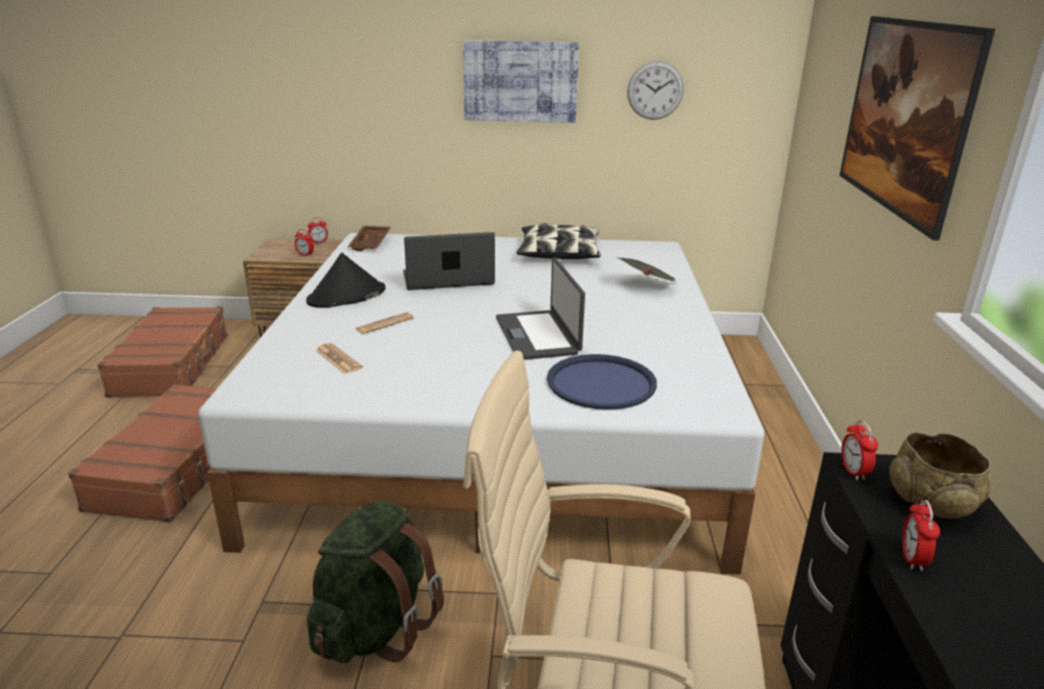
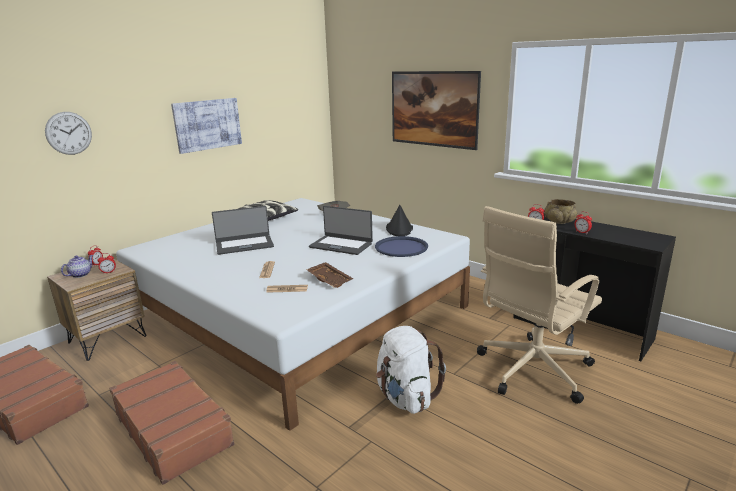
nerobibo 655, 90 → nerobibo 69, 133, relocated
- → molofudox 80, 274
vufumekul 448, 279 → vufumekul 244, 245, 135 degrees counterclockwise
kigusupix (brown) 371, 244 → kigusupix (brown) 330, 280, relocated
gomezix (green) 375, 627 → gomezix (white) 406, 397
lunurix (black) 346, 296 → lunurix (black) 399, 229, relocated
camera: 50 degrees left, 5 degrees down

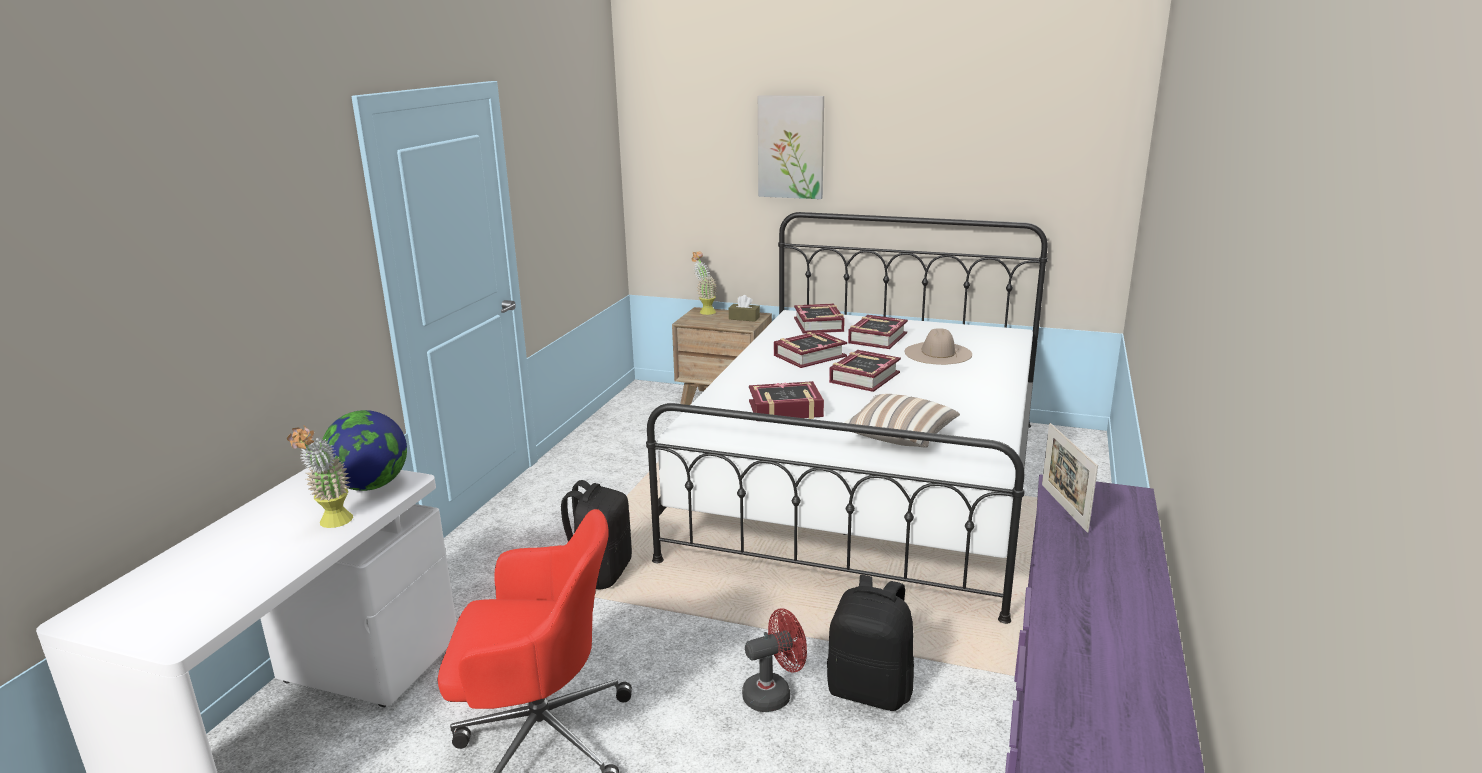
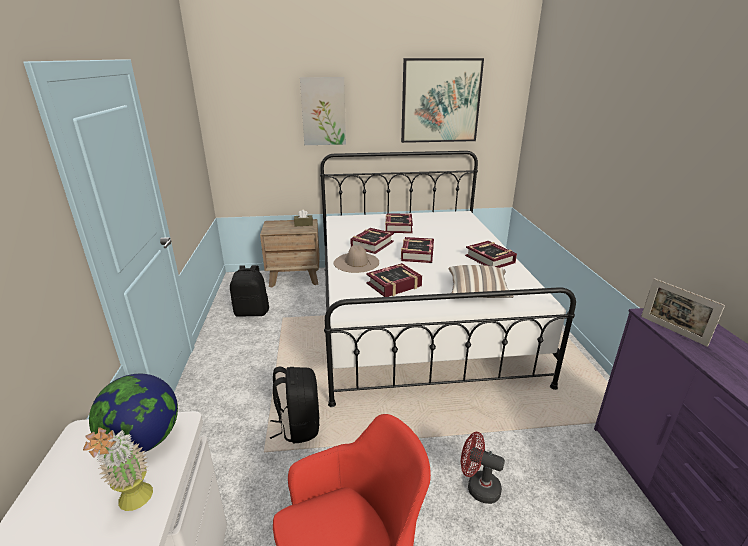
gomezix (black) 870, 690 → gomezix (black) 252, 312, relocated
lunurix (beige) 938, 353 → lunurix (beige) 356, 262, relocated
- → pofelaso 440, 101
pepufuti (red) 774, 694 → pepufuti (red) 478, 487, 105 degrees counterclockwise
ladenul 819, 325 → ladenul 490, 259, relocated
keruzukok 704, 311 → -
camera: 25 degrees left, 5 degrees up

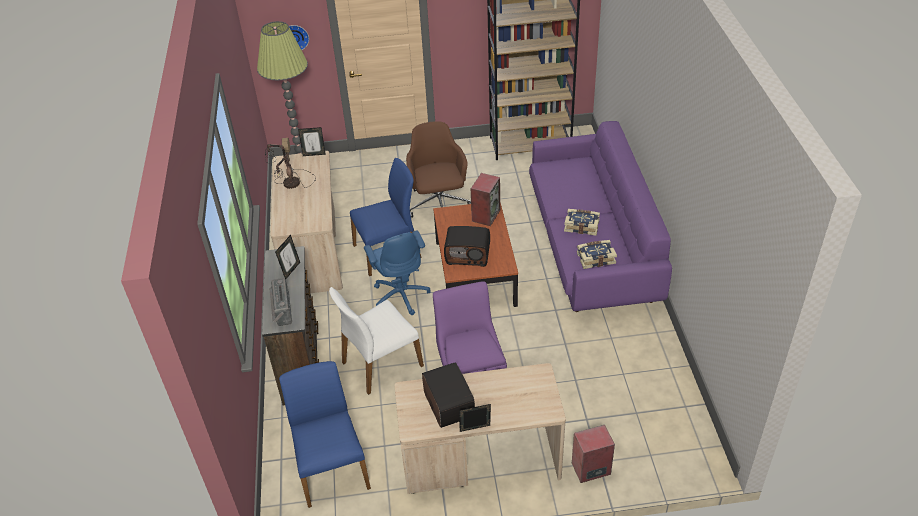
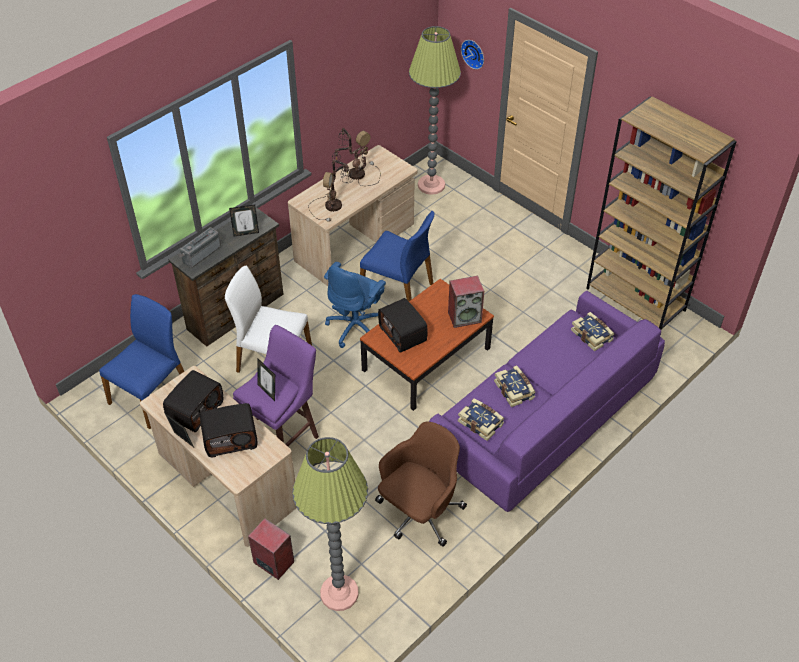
- → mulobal 230, 438
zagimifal 314, 154 → zagimifal 268, 391, relocated
- → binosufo 339, 593
- → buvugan 334, 205
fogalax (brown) 438, 204 → fogalax (brown) 419, 513, relocated
- → ladenul 592, 335
camera: 50 degrees right, 5 degrees up

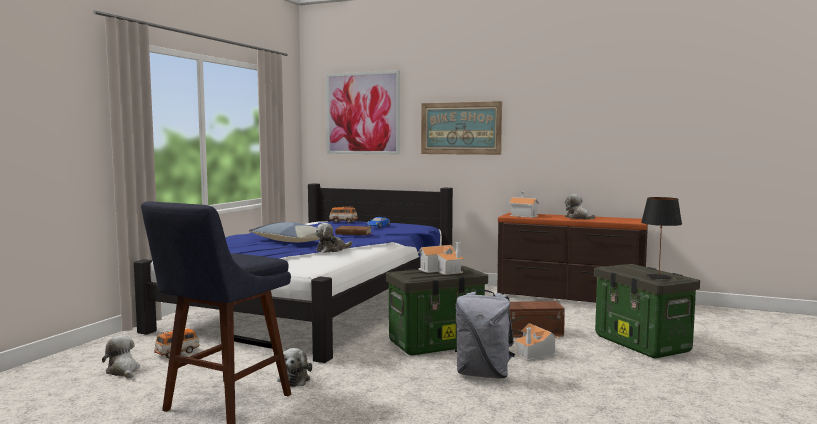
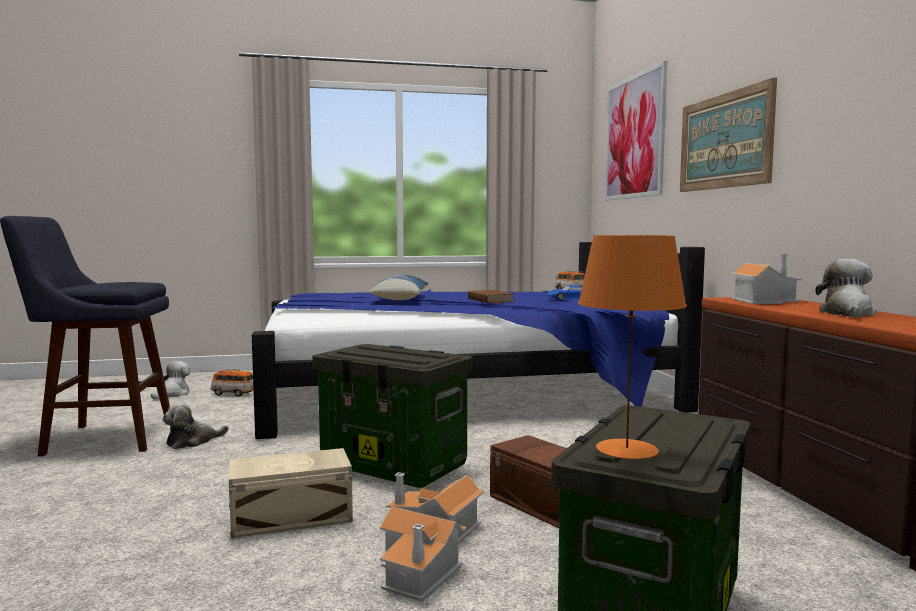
gomezix (grey) 484, 374 → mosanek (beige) 293, 518
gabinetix 442, 270 → gabinetix 420, 573, relocated
buvugan (black) 659, 277 → buvugan (orange) 626, 449
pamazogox 332, 250 → -
camera: 55 degrees right, 0 degrees up

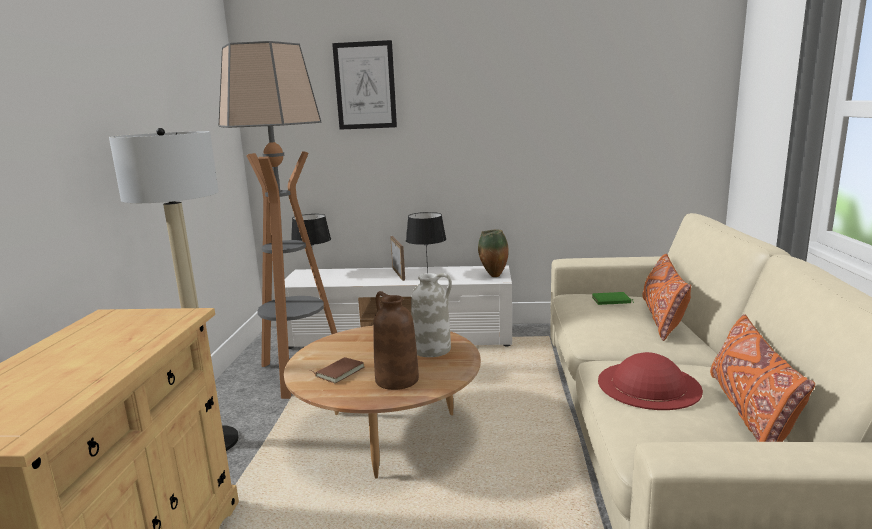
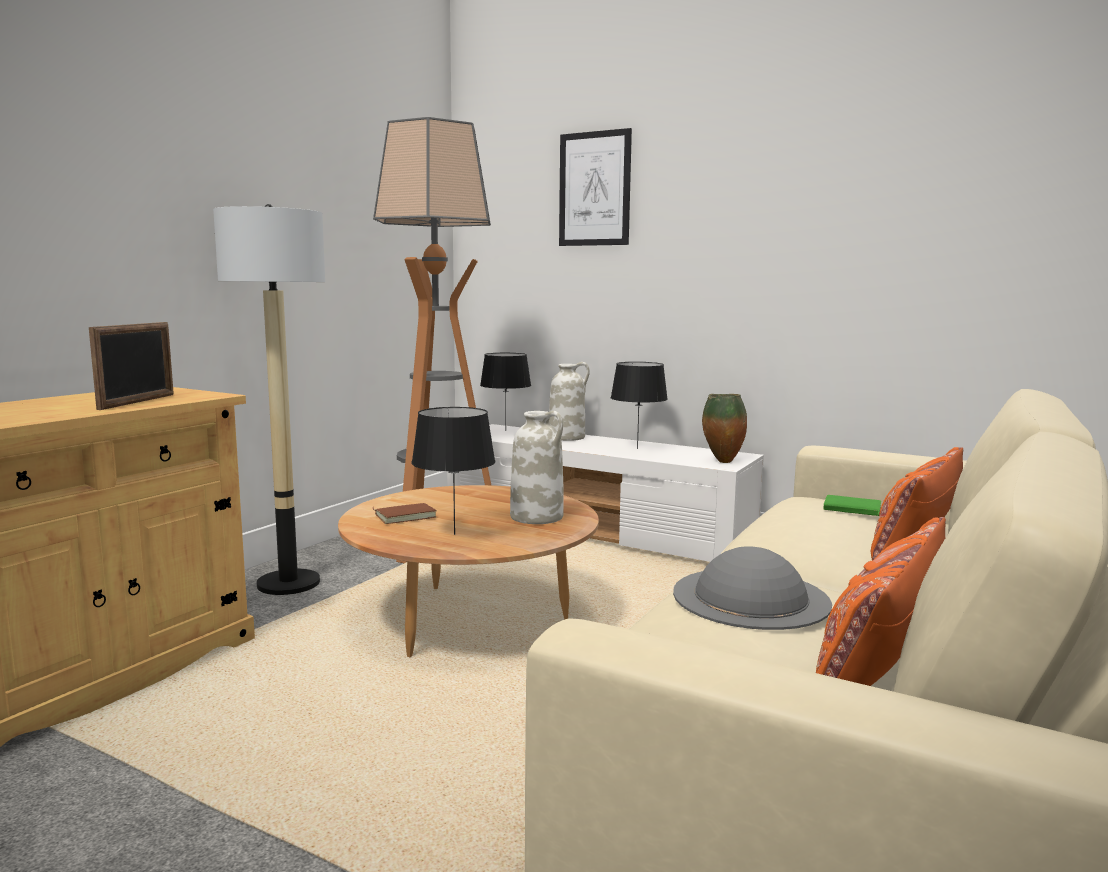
zagimifal 398, 274 → zagimifal 138, 402, relocated
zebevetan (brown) 396, 379 → buvugan (black) 453, 534
- → zebevetan (white) 567, 437
lunurix (red) 648, 385 → lunurix (grey) 750, 597
camera: 25 degrees right, 5 degrees down

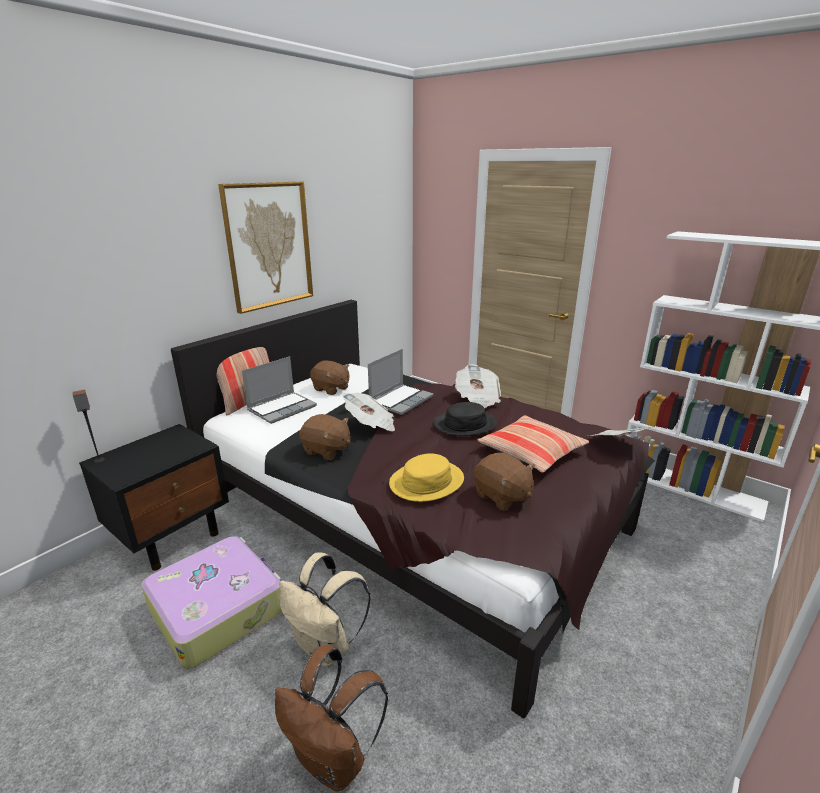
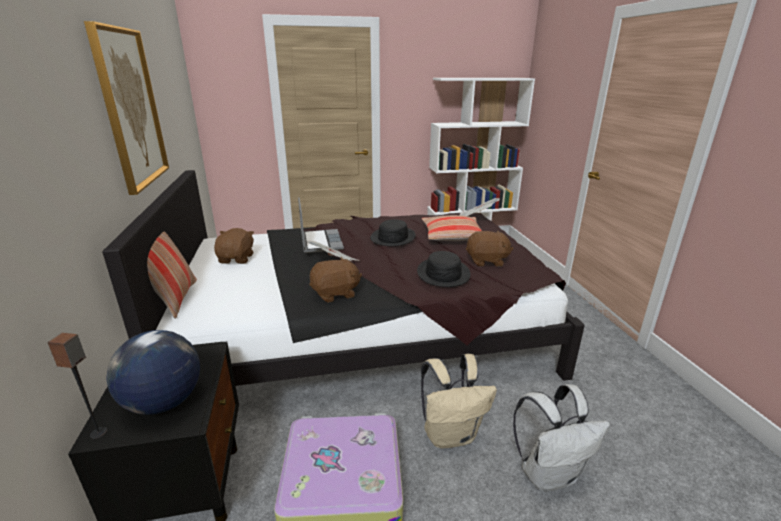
- → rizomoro 163, 402
pamazogox (brown) 331, 389 → pamazogox (brown) 237, 259, 75 degrees counterclockwise
lunurix (yellow) 426, 481 → lunurix (black) 443, 273
gomezix (brown) 334, 759 → gomezix (white) 549, 473
vufumekul 282, 408 → -
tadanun 477, 399 → -
camera: 50 degrees left, 0 degrees up

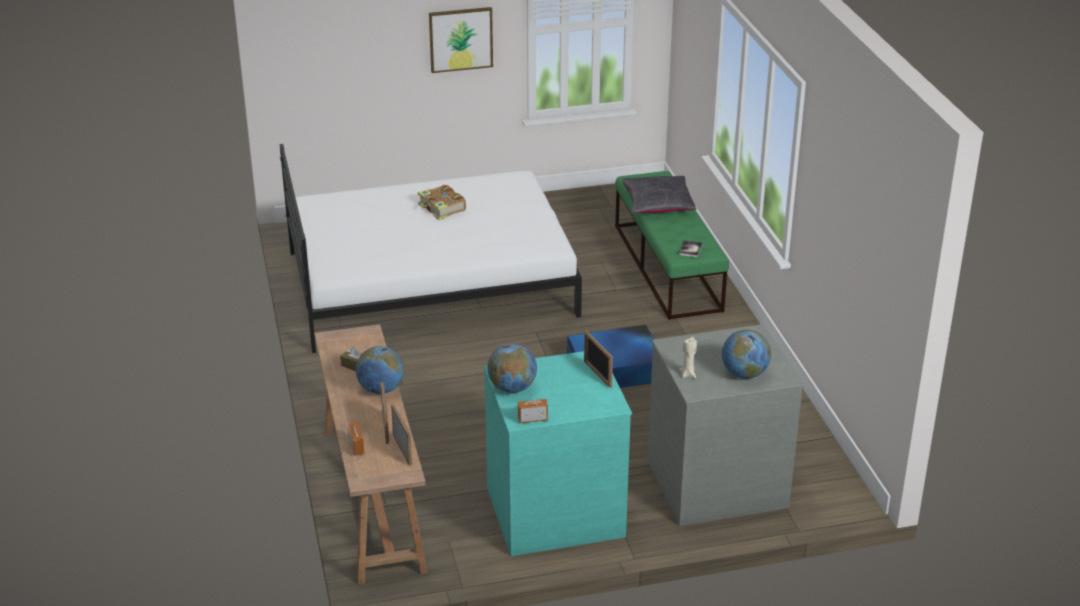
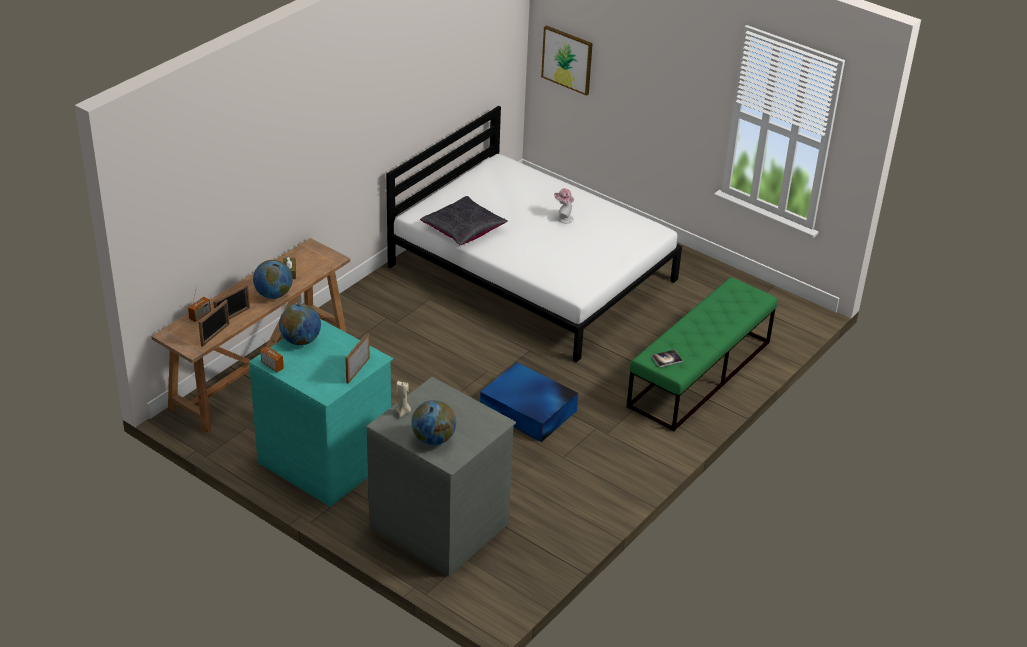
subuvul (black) 658, 204 → subuvul (black) 463, 229, relocated
pofelaso 461, 39 → pofelaso 567, 59, relocated
ladenul 441, 208 → lunurix 563, 218
camera: 50 degrees right, 5 degrees up

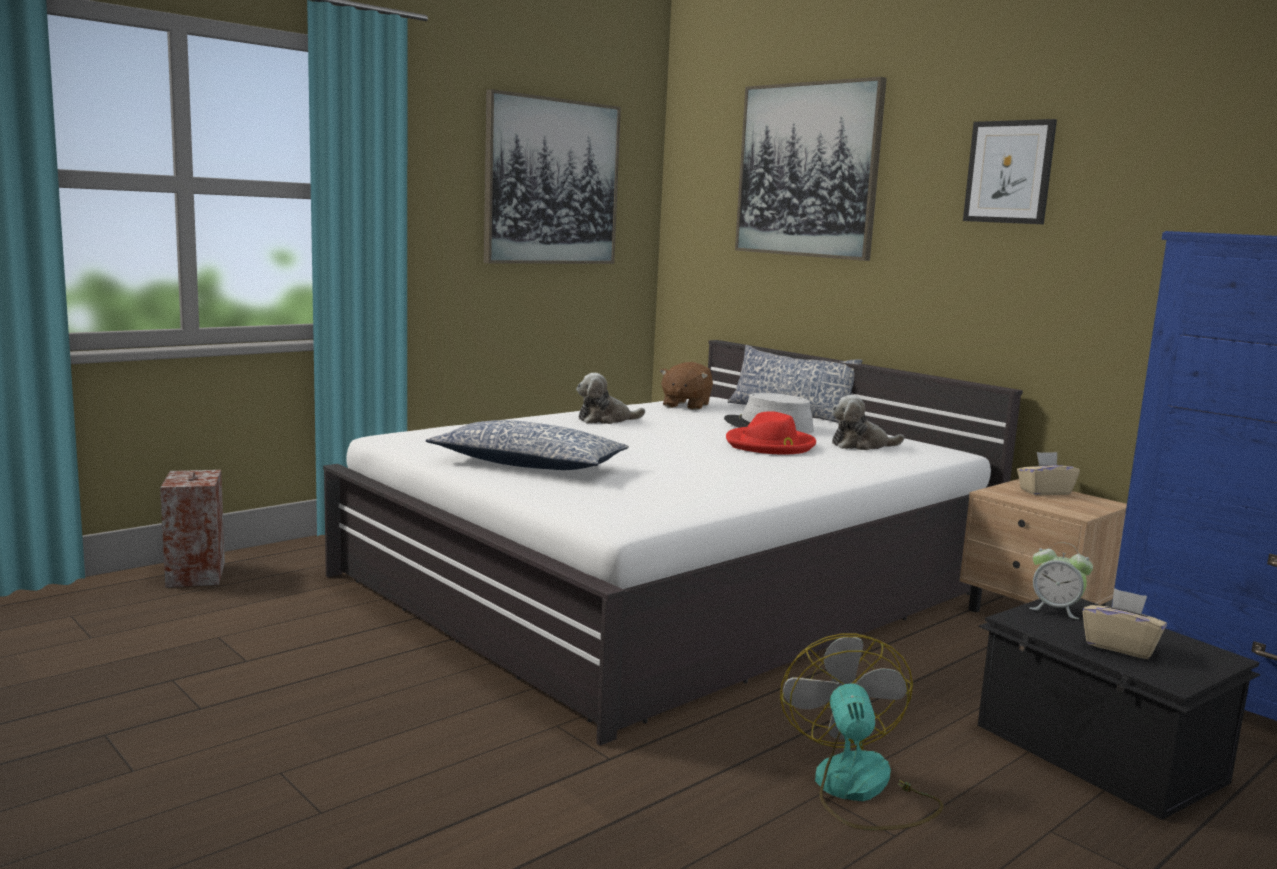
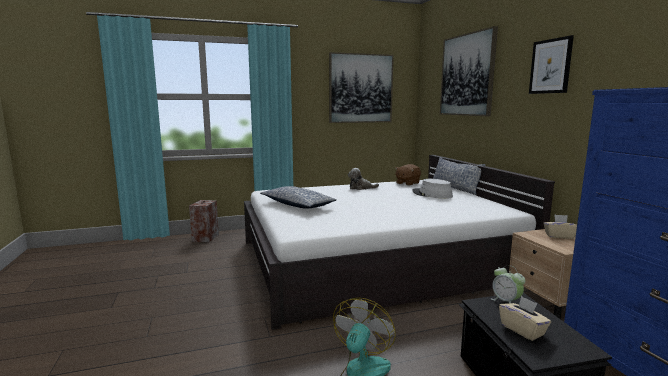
lunurix (red) 770, 445 → -
pamazogox 861, 445 → -
camera: 25 degrees right, 0 degrees up

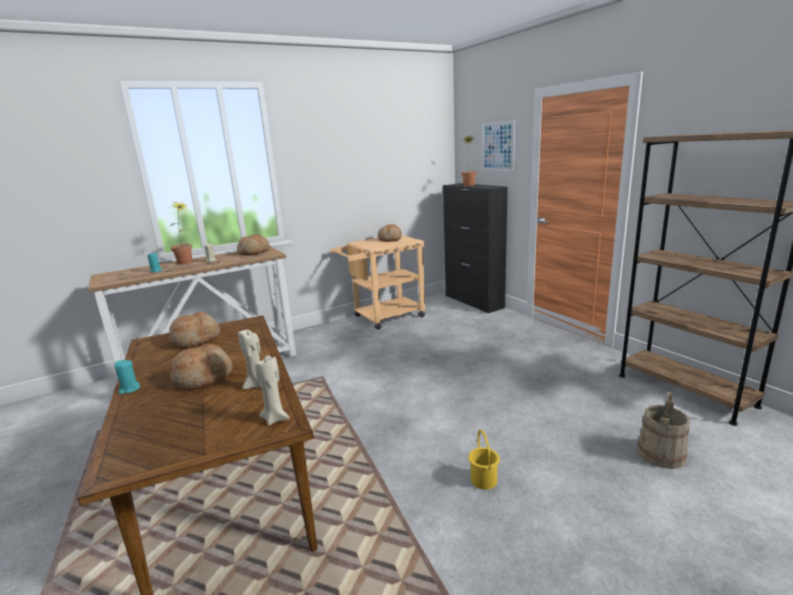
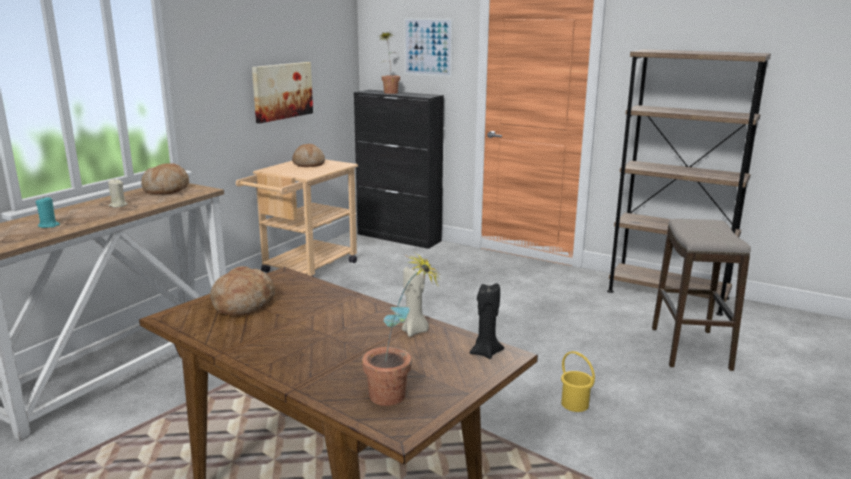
- → pofelaso 282, 91
keruzukok 186, 263 → keruzukok 398, 397, relocated
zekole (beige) 275, 418 → zekole (black) 485, 353
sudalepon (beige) 661, 454 → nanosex 690, 348
zekole (turquoise) 129, 389 → -
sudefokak 204, 377 → -
camera: 30 degrees left, 0 degrees up

